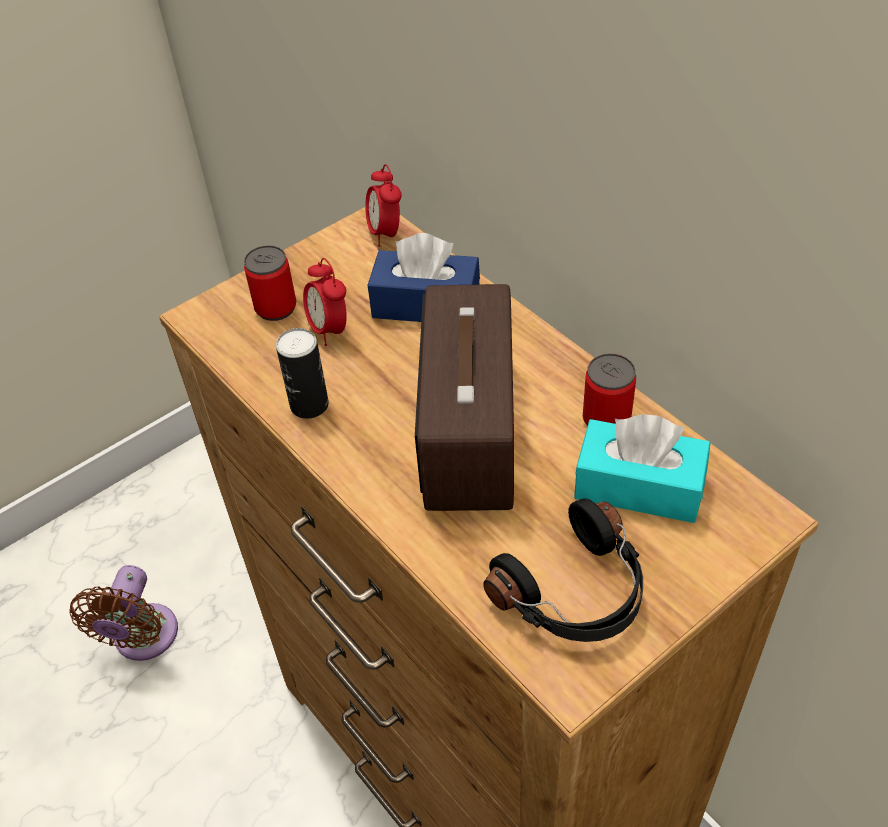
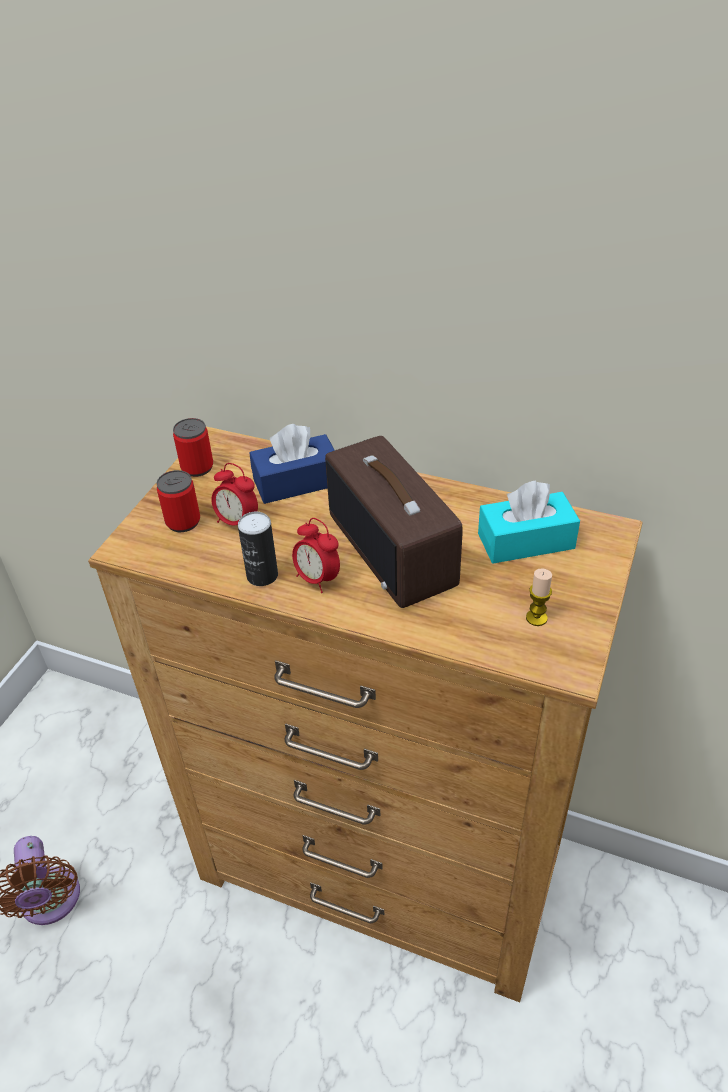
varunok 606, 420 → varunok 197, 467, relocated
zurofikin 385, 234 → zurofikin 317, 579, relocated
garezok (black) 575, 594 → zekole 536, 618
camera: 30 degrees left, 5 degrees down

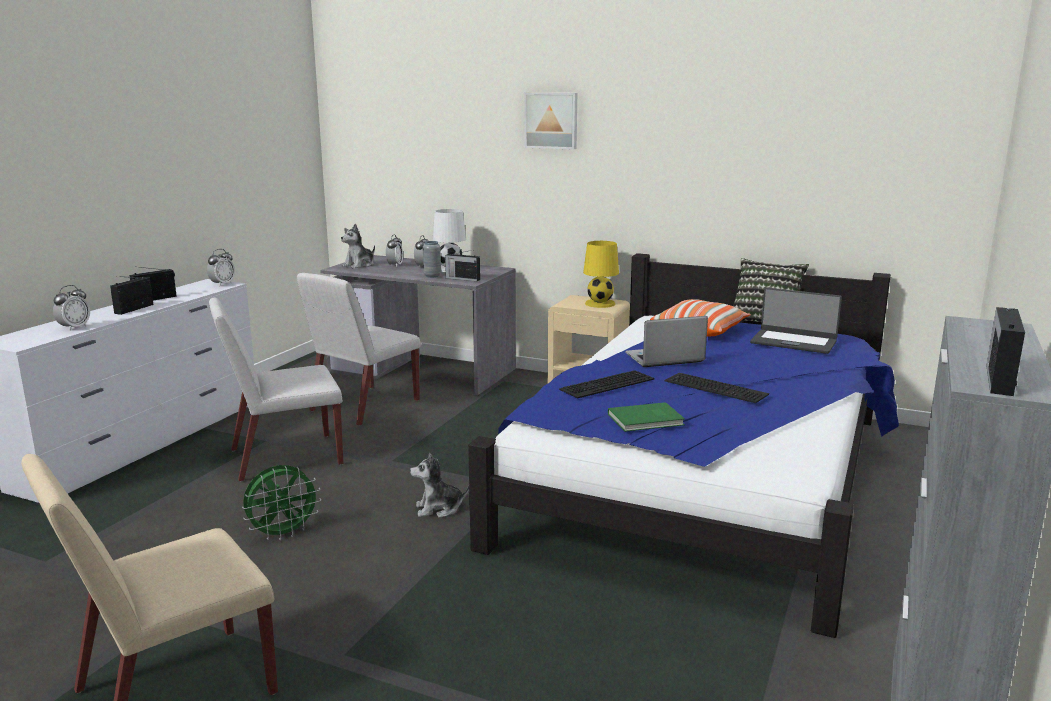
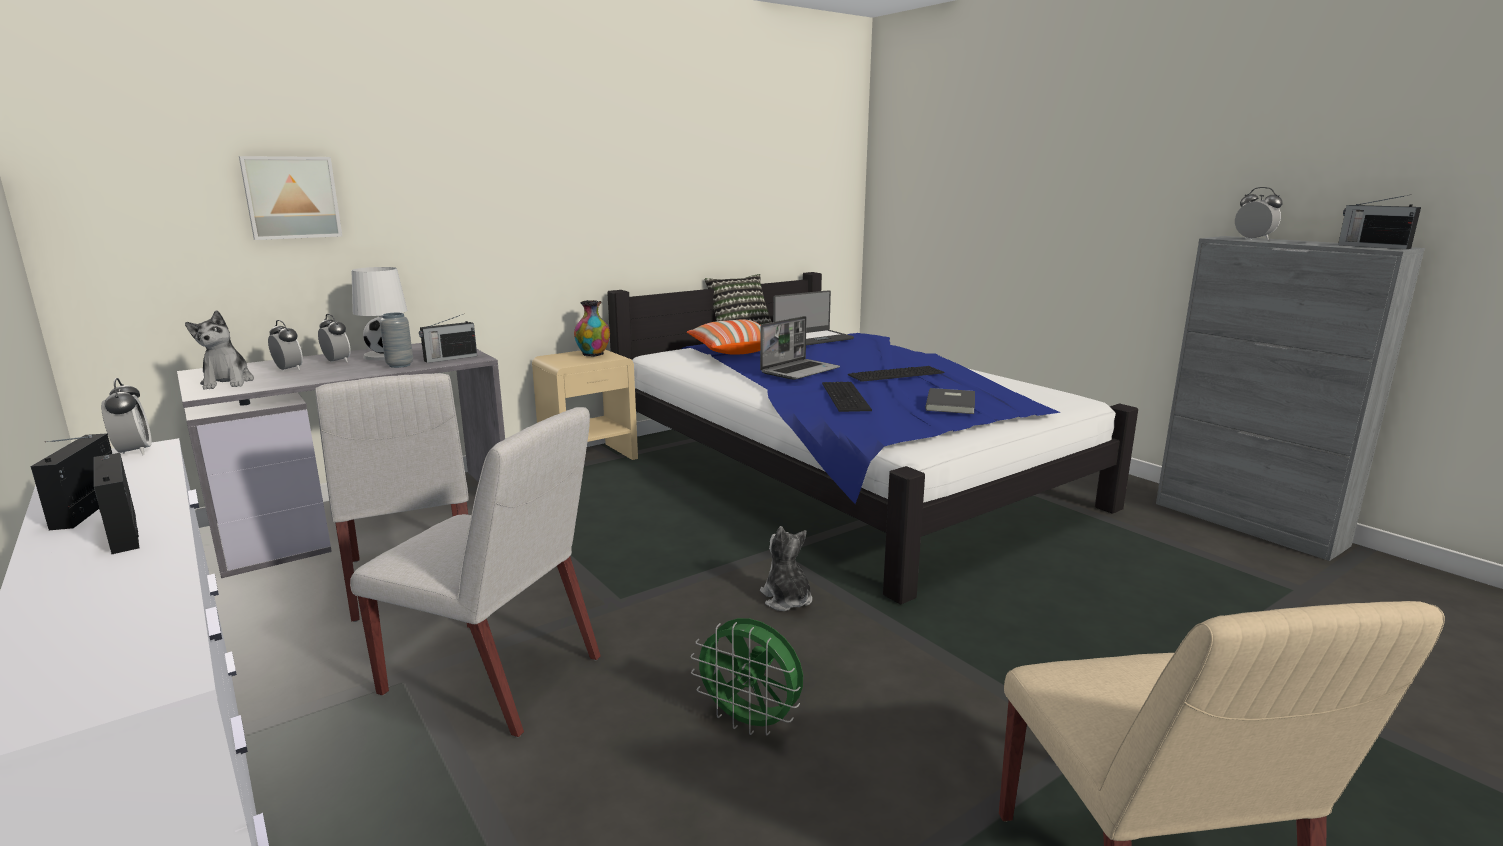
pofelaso 551, 120 → pofelaso 291, 197, relocated
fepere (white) 284, 457 → fepere (white) 495, 676, 75 degrees counterclockwise
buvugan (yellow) 600, 304 → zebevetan 593, 355
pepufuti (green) 283, 534 → pepufuti (green) 751, 722, 120 degrees clockwise
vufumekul 664, 359 → vufumekul 800, 371, 150 degrees counterclockwise
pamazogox 439, 509 → pamazogox 786, 599, 135 degrees clockwise
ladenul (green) 647, 420 → ladenul (grey) 952, 403
zurofikin 74, 328 → zurofikin 1253, 239, relocated
camera: 60 degrees left, 0 degrees up

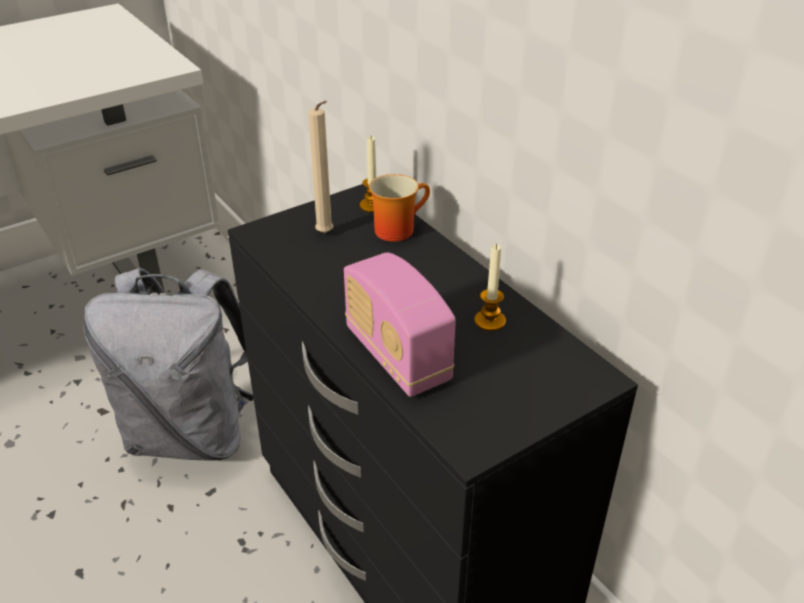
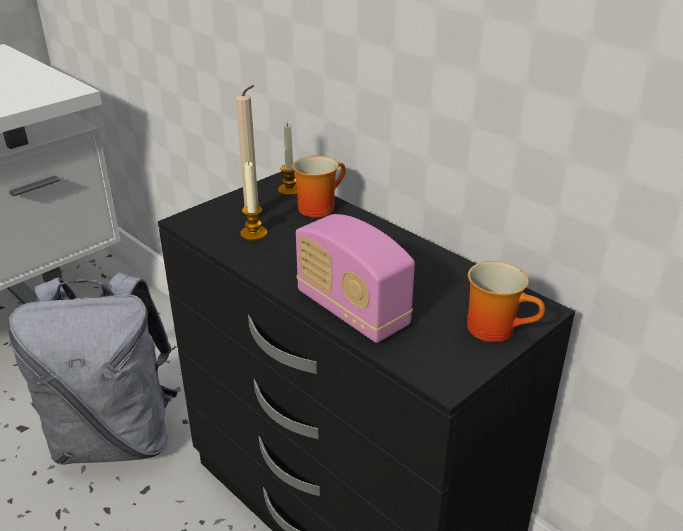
zekole 489, 321 → zekole 253, 234, relocated
- → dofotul 497, 328
camera: 10 degrees left, 5 degrees down

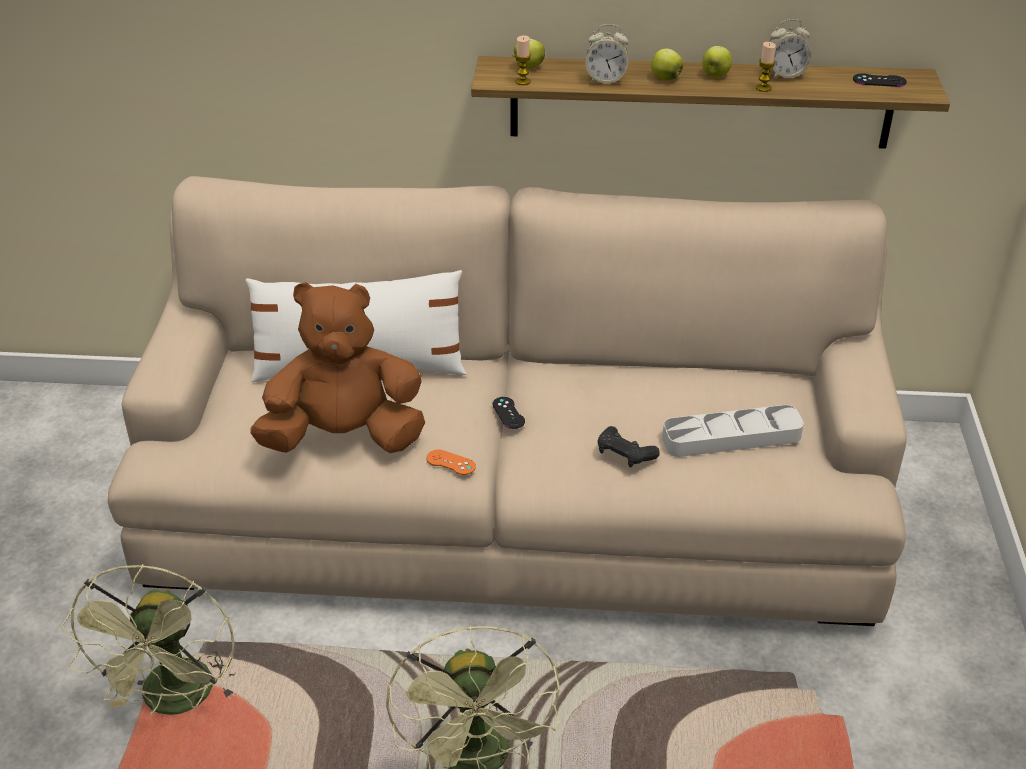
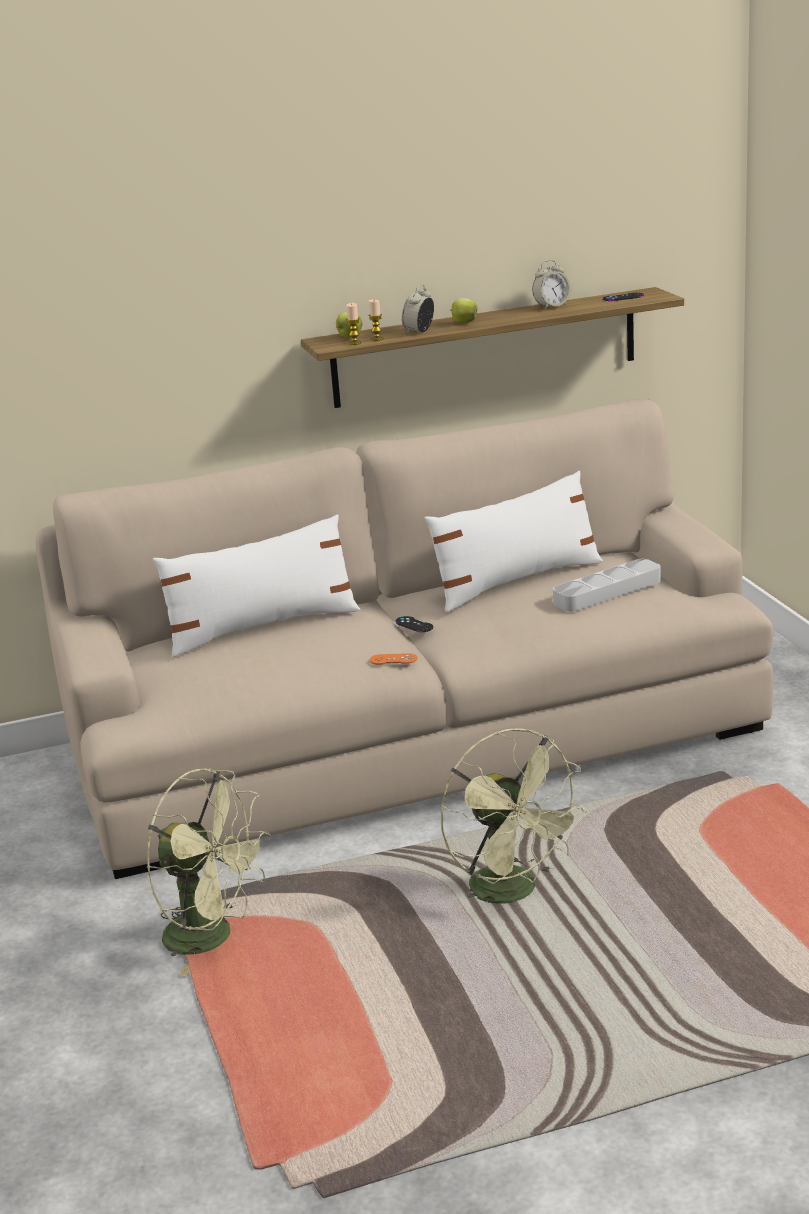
pepufuti (green) 176, 702 → pepufuti (green) 212, 938, 45 degrees counterclockwise
zekole 763, 88 → zekole 377, 339, relocated
zurofikin 605, 80 → zurofikin 419, 331, 135 degrees clockwise
- → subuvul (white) 517, 582
pamazogox (brown) 344, 437 → -
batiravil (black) 625, 454 → -
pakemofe 715, 75 → -
camera: 20 degrees left, 15 degrees down

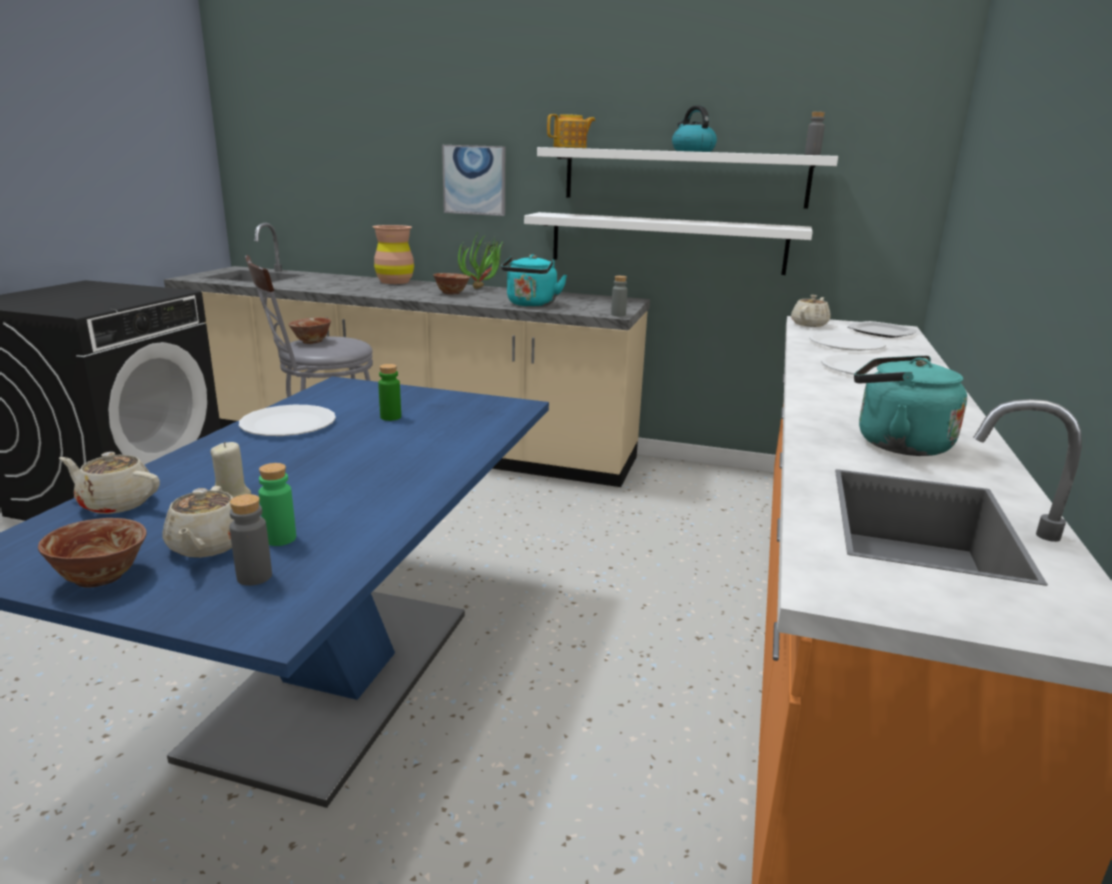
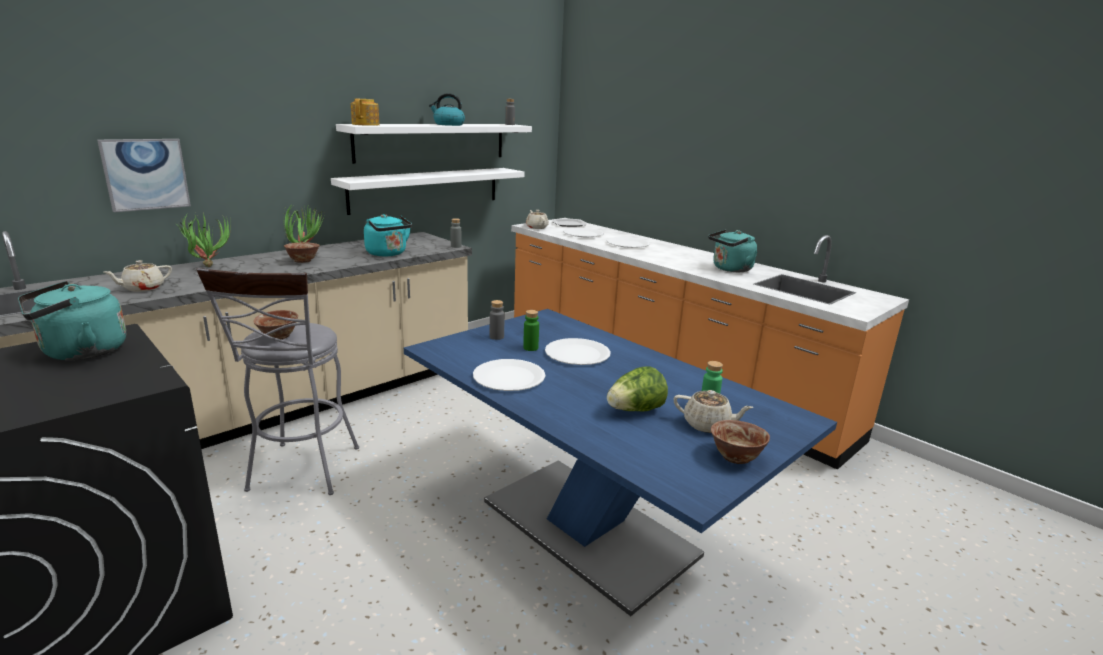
- → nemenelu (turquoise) 80, 352
pofelaso 474, 180 → pofelaso 145, 174, relocated
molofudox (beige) 116, 503 → molofudox (beige) 143, 288, relocated
zebevetan (brown) 395, 281 → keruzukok 208, 265
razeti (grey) 254, 577 → razeti (grey) 496, 337, relocated
- → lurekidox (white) 577, 353
zekole (beige) 232, 495 → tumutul 635, 410
camera: 60 degrees left, 0 degrees up

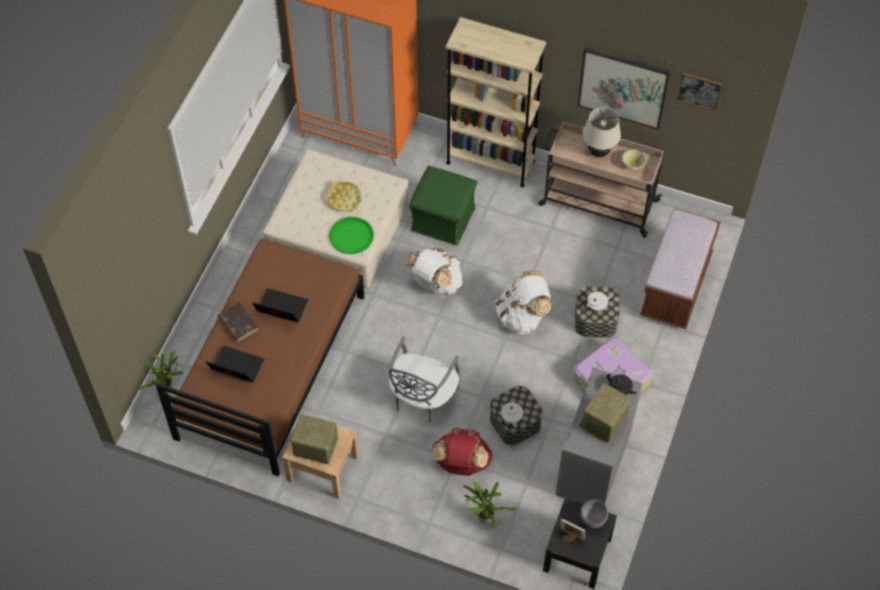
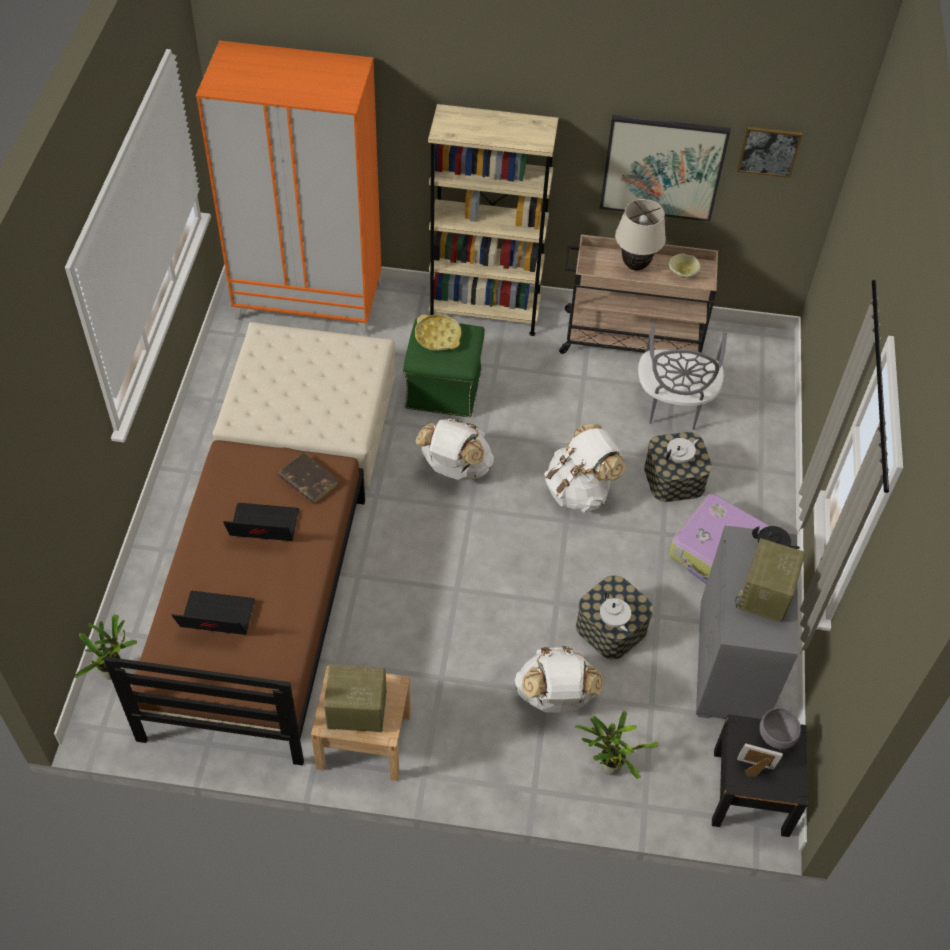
ladenul (brown) 238, 323 → ladenul (brown) 308, 480, relocated
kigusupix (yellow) 344, 199 → kigusupix (yellow) 438, 336, relocated
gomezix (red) 461, 463 → gomezix (white) 555, 697
fepere (grey) 422, 398 → fepere (grey) 673, 405, relocated
kigusupix (green) 351, 236 → -
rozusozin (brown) 676, 286 → -
camera: 15 degrees left, 5 degrees down

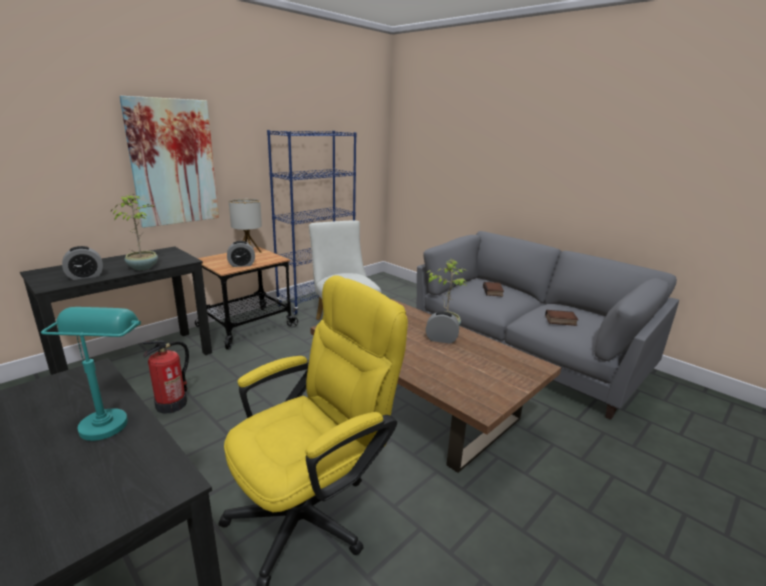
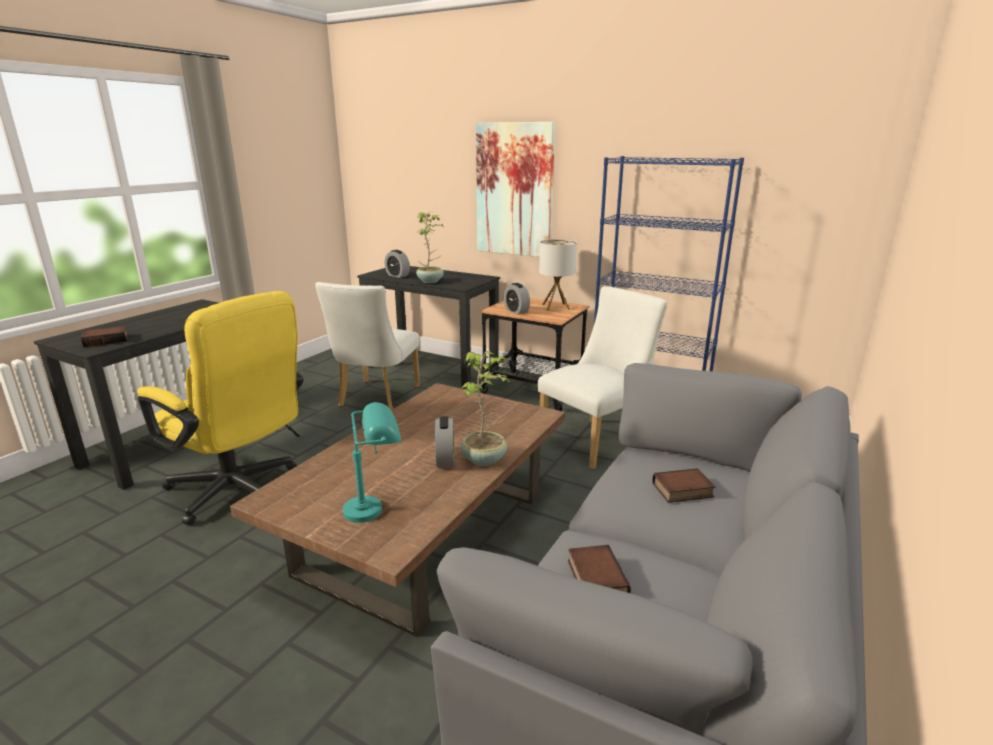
- → ladenul 107, 340
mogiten 172, 404 → fepere (white) 376, 399
buvugan (turquoise) 110, 417 → buvugan (turquoise) 376, 508, relocated
camera: 75 degrees right, 0 degrees up

